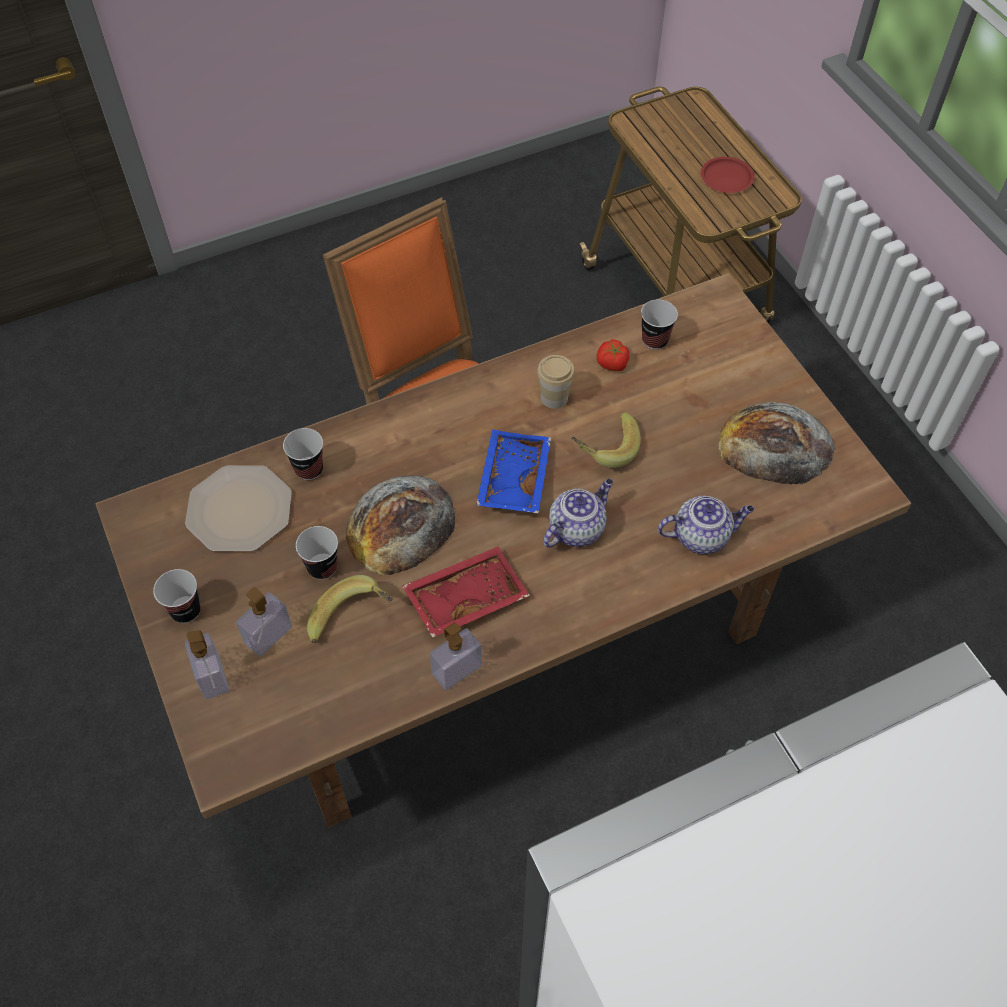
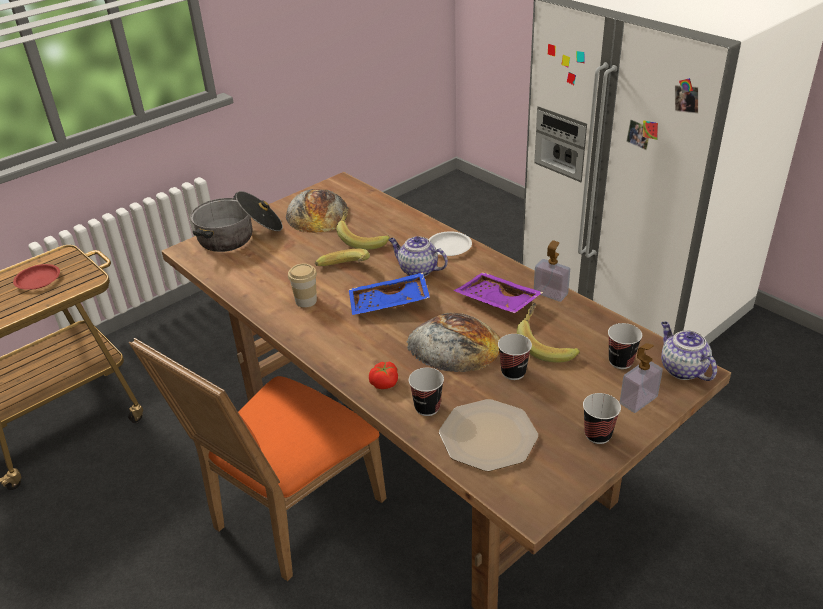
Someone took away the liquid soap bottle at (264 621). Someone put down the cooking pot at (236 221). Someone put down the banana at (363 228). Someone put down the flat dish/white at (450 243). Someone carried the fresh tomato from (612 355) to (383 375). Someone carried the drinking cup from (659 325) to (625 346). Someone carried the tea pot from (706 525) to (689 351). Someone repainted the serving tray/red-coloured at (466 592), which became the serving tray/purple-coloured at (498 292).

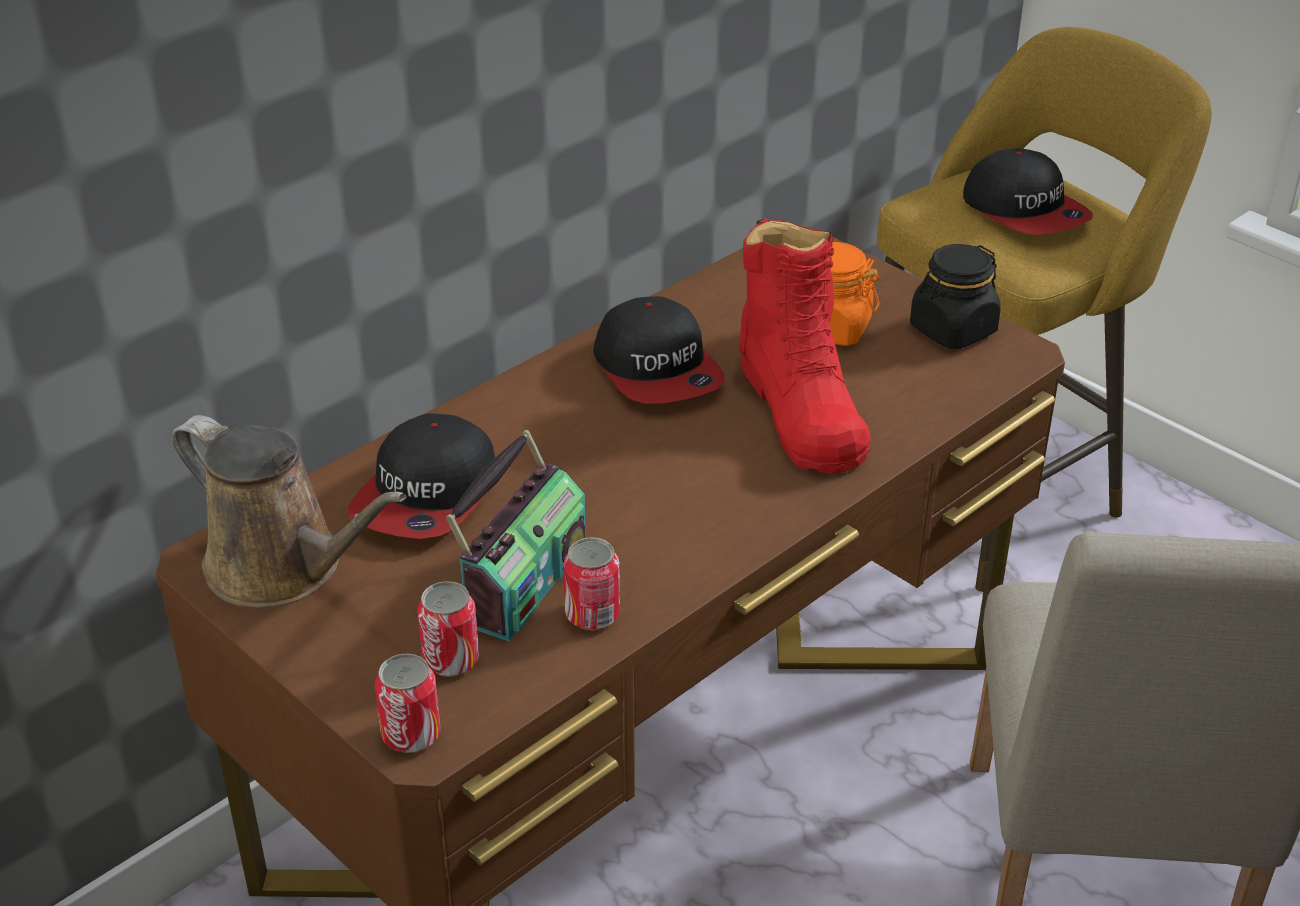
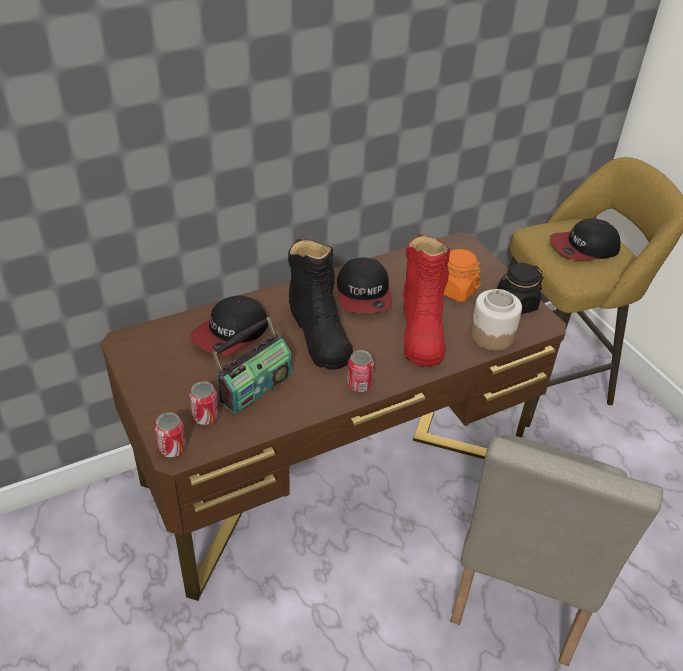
Someone took away the watering pot/brown-coloured at (289 511). Someone put down the high-top boot/blackish at (320 304). Someone put down the jar at (496 320). Someone carried the can from (591 583) to (360 371). Someone rotated the peaked cap at (1028 191) by 90 degrees clockwise.

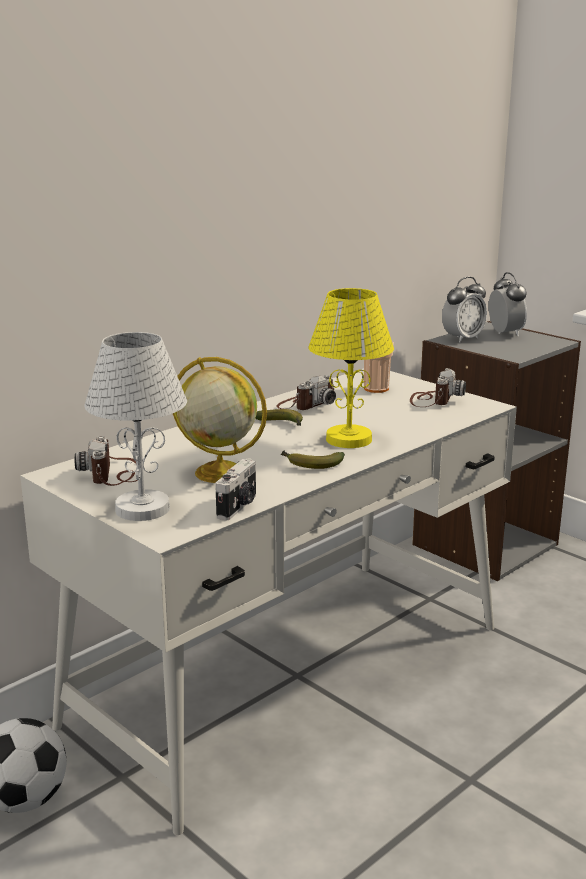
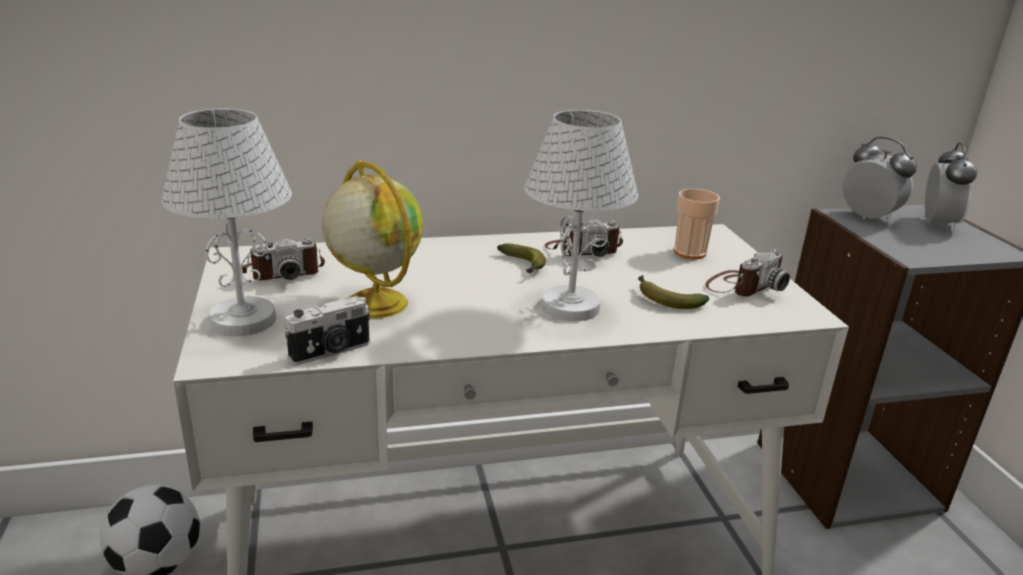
Someone carried the banana from (313 460) to (673 292). Someone repainted the tabletop lamp/yellow-coloured at (351 368), which became the tabletop lamp/white at (581 215). Someone rotated the still camera at (106 461) by 135 degrees counterclockwise. Someone rotated the alarm clock at (464 310) by 120 degrees counterclockwise.

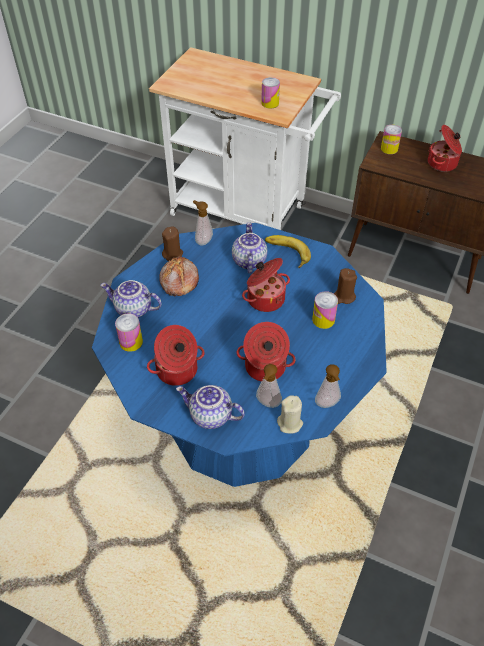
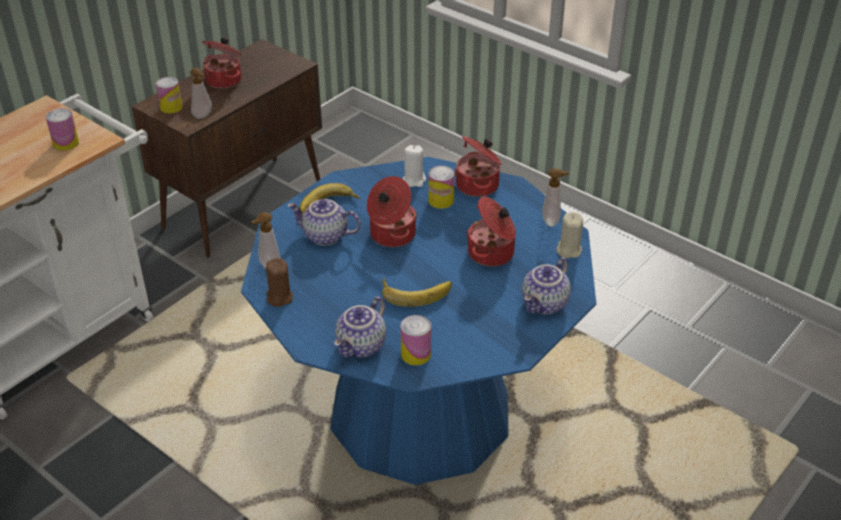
Someone took away the baked bread at (179 276). Someone put down the banana at (417 292). Someone carried the cooking pot from (176 355) to (478 166). Someone carried the liquid soap bottle from (269 386) to (201 93). Someone repainted the wax candle/brown-coloured at (345 286), which became the wax candle/white at (414 166).

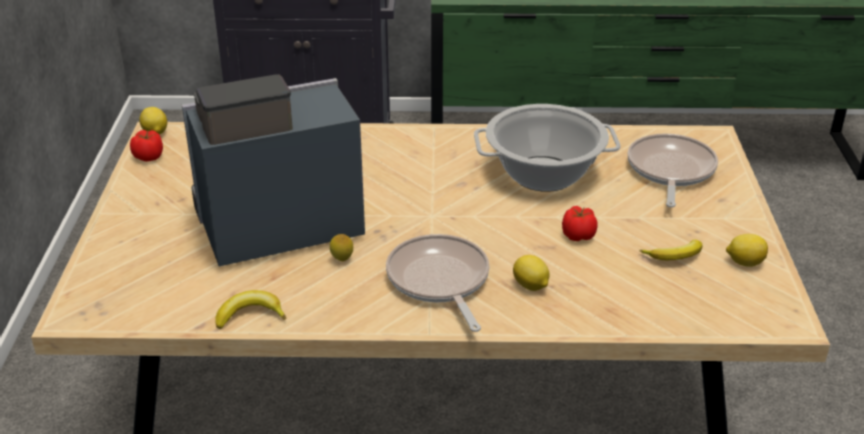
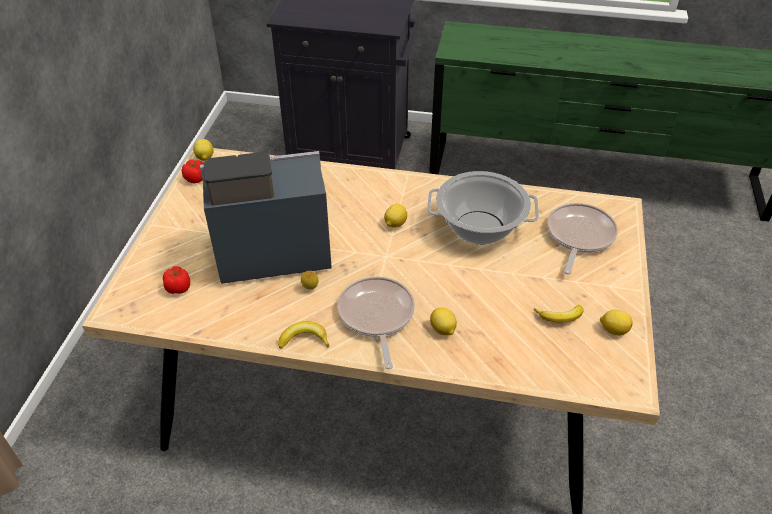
Someone put down the whole lemon at (395 216). Someone carried the banana from (250 309) to (303 335). Someone carried the fresh tomato from (580 223) to (176 280).

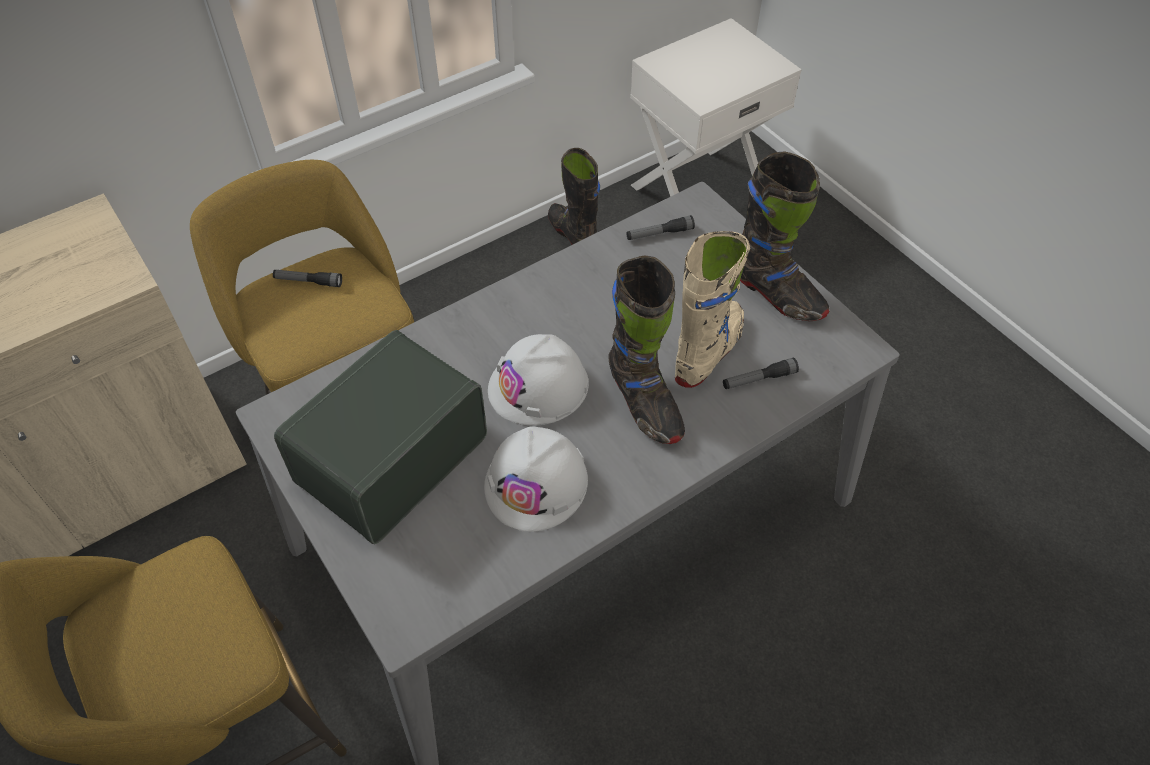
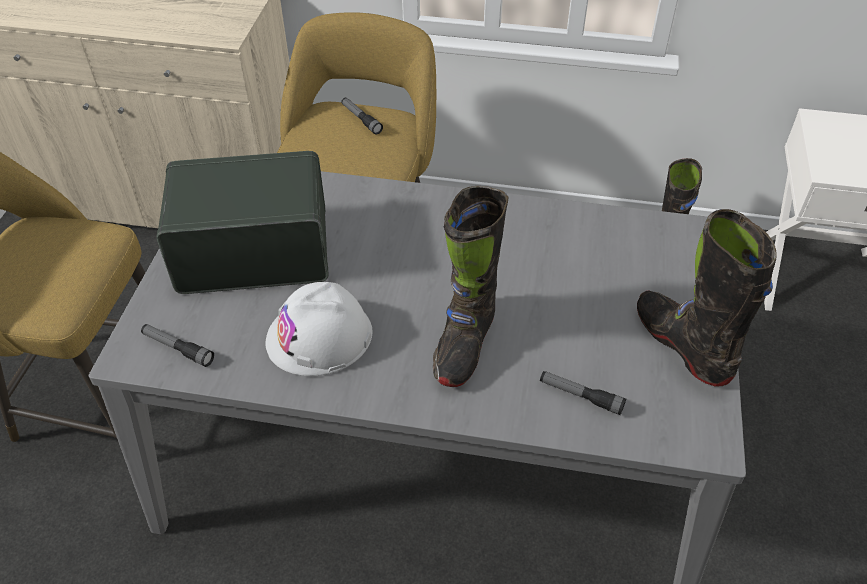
Someone took away the work helmet/white at (538 380). Someone took away the high-top boot/sand-coloured at (712 309). Someone carried the hand torch from (660 227) to (177 345). Someone rotated the high-top boot/blackish at (784 236) by 150 degrees clockwise.

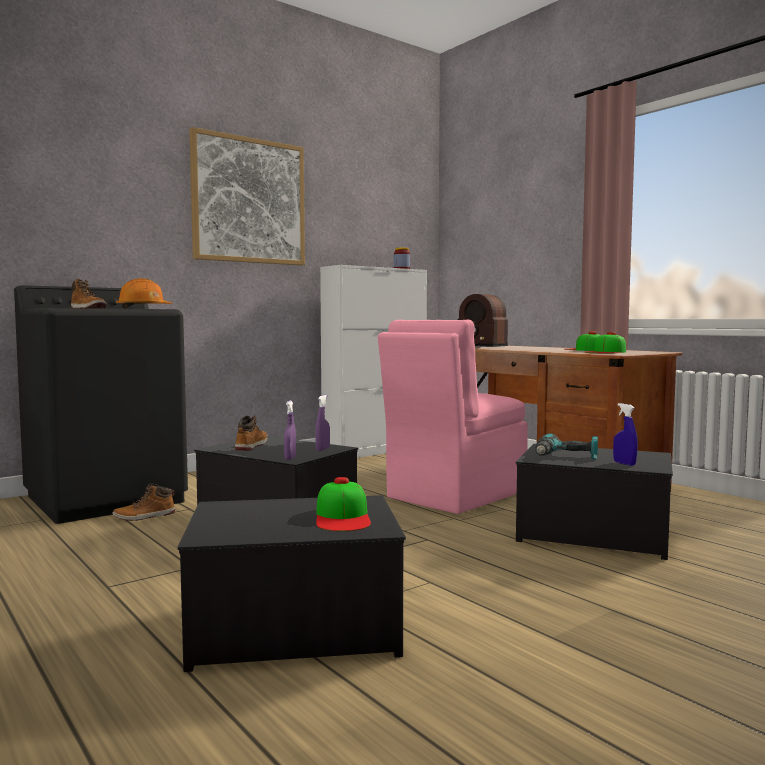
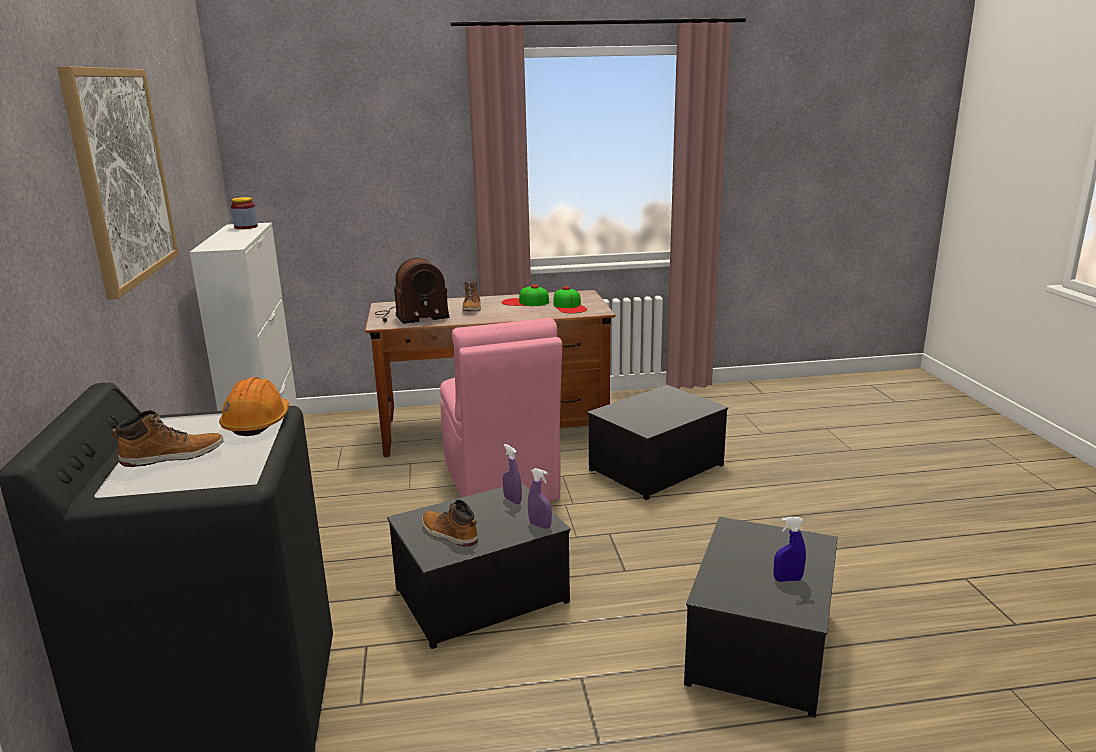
Someone took away the peaked cap at (343 504). Someone took away the electric drill at (566 446). Someone carried the high-top boot from (143 502) to (471 296). Someone carried the hand sprayer/bluish from (625 434) to (790 549).

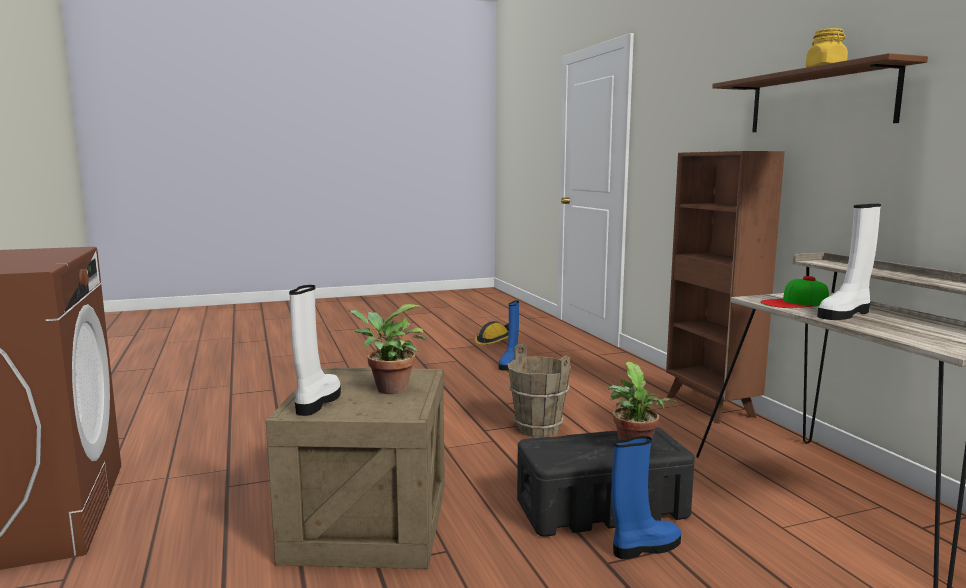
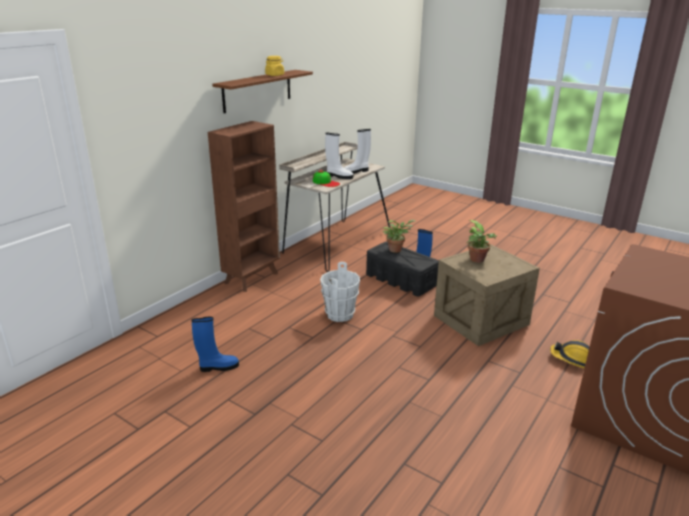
Someone carried the high-top boot/white from (315 350) to (357 151). Someone carried the work helmet from (492 333) to (570 354). Someone repainted the pail/brown-coloured at (539 390), which became the pail/white at (340 292).

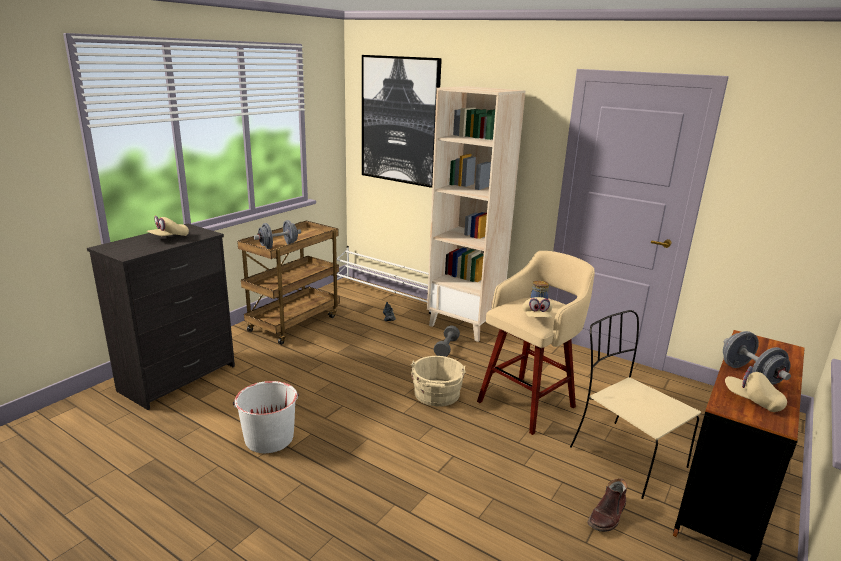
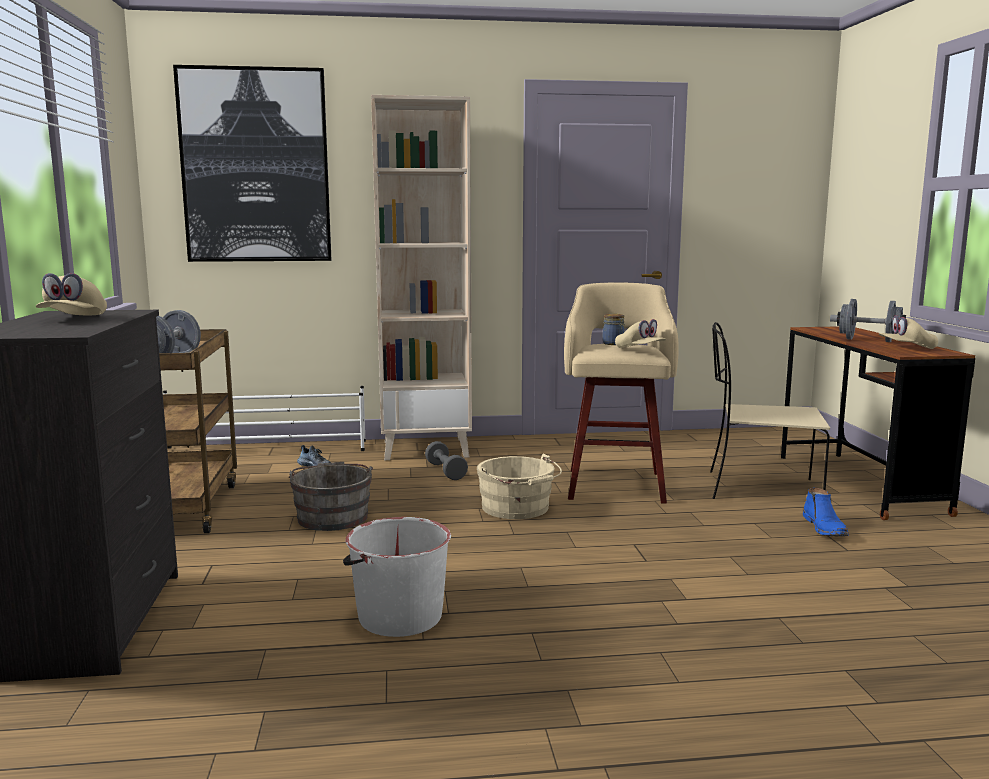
Someone put down the pail/greyish at (331 496). Someone repainted the high-top boot/brown-coloured at (607 505), which became the high-top boot/bluish at (826 511).

